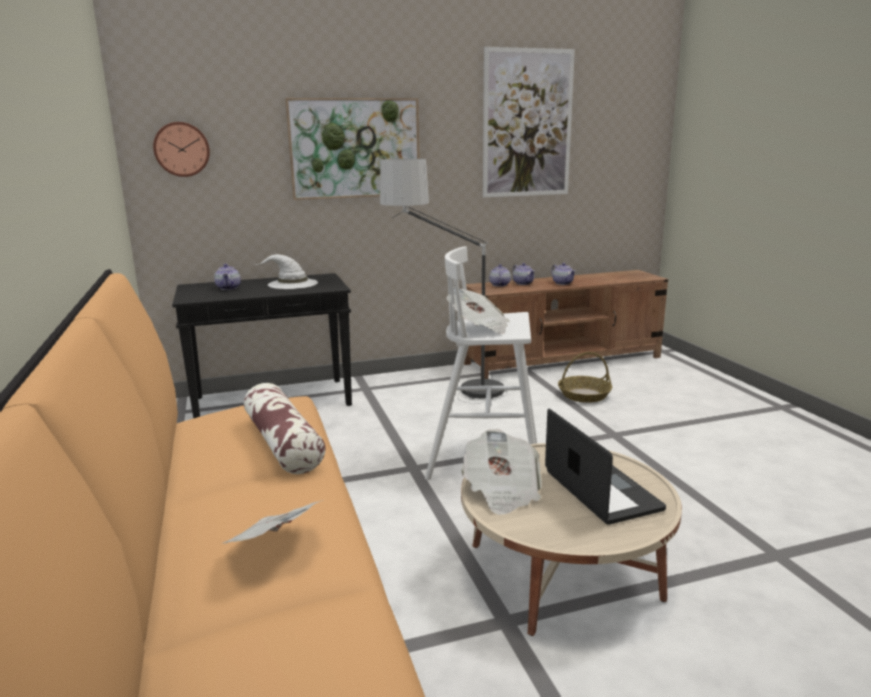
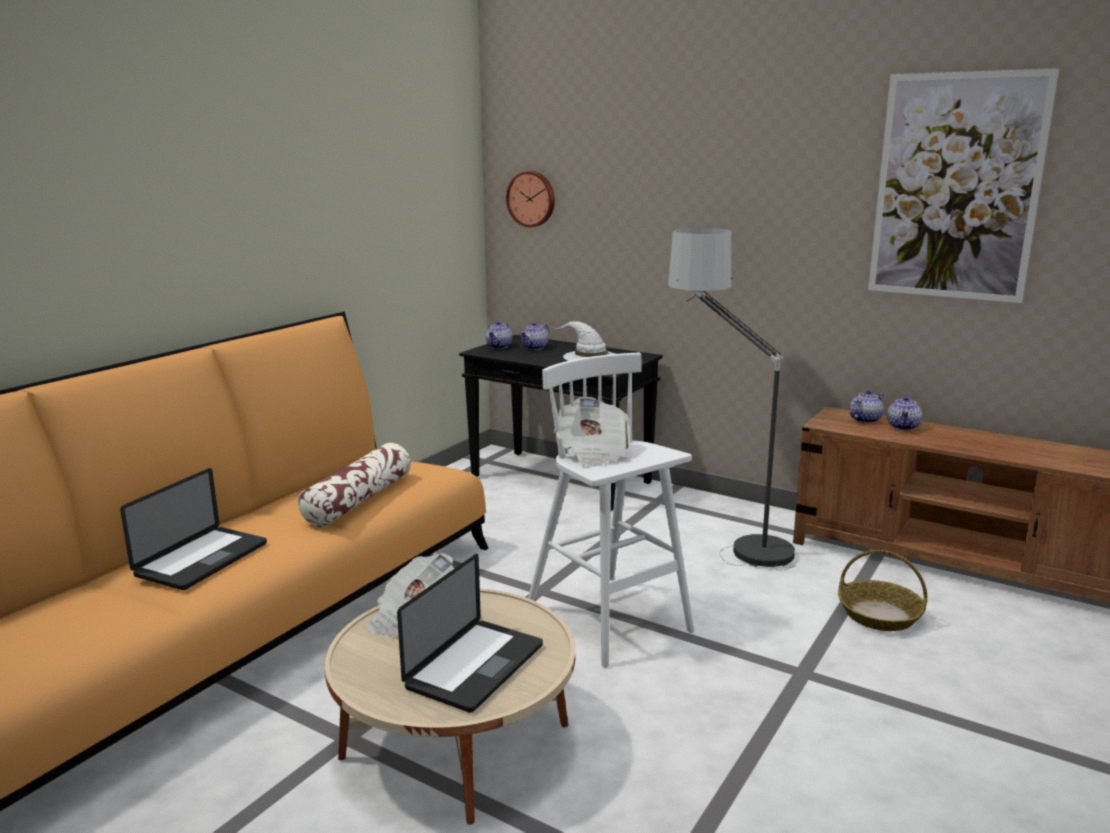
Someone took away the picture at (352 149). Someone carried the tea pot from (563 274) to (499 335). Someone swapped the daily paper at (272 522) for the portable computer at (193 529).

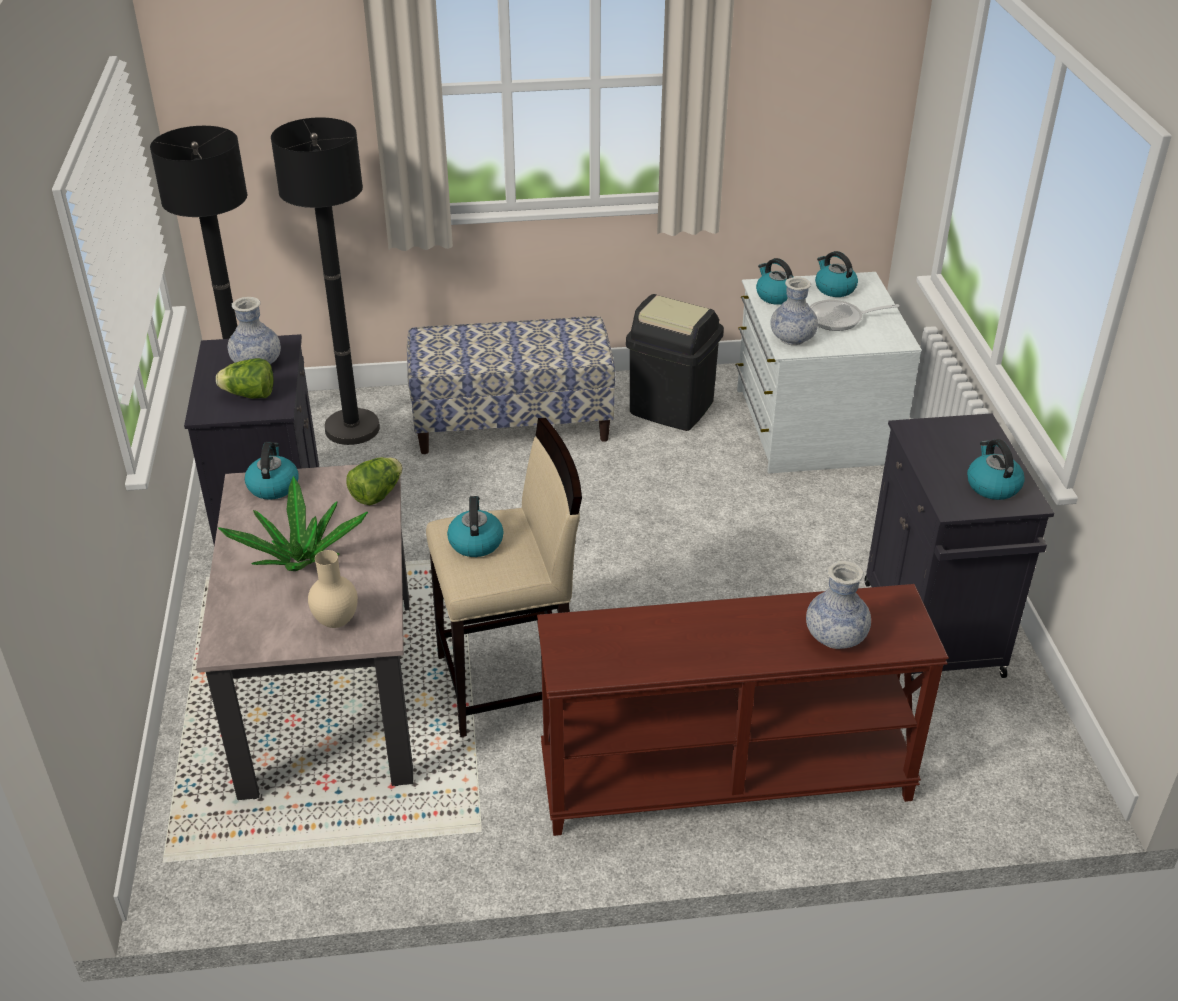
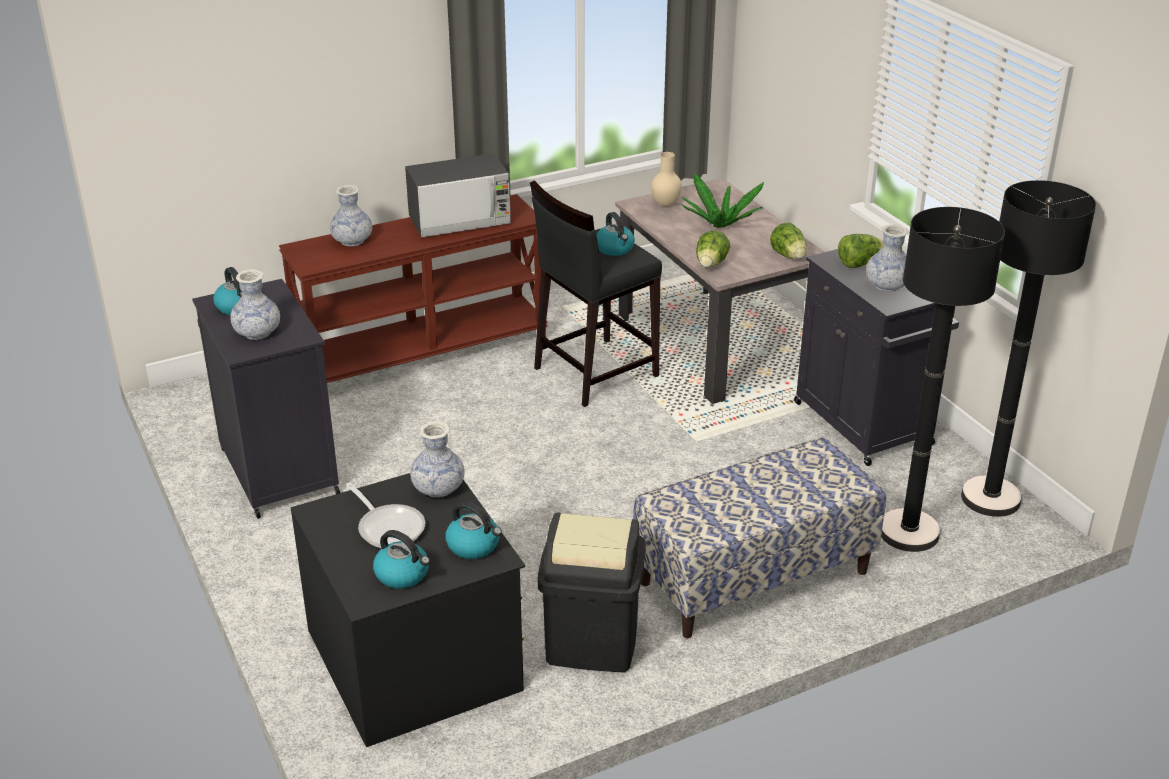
Someone put down the vase at (255 304). Someone put down the microwave oven at (458 195). Someone swapped the water kettle at (272 471) for the lettuce at (788 240). Someone repainted the stool seat/sand-coloured at (504 577), which became the stool seat/blackish at (596 293). Someone repainted the drawer chest/white at (829 372), which became the drawer chest/blackish at (408 610). Someone rotated the frying pan at (854 315) by 75 degrees clockwise.

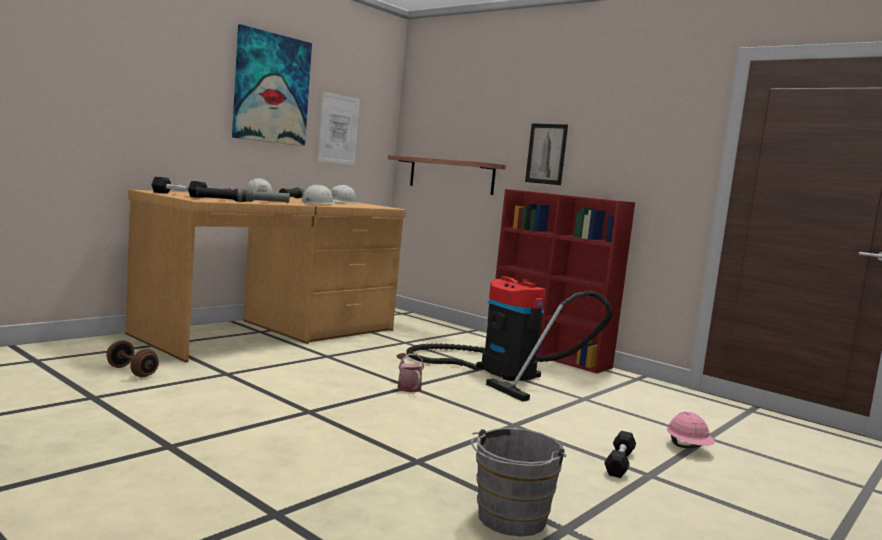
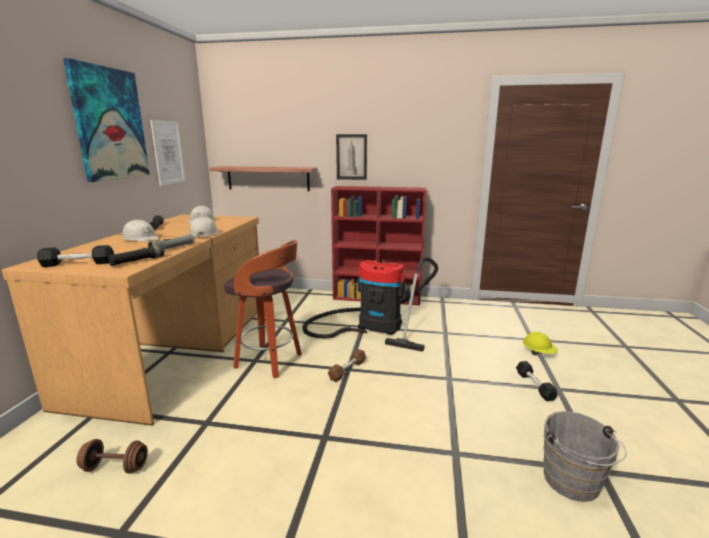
Someone put down the stool seat at (263 309). Someone swapped the watering pot at (410 372) for the dumbbell/brown-coloured at (347 365). Someone repainted the work helmet/pink-coloured at (691 430), which became the work helmet/yellow-coloured at (540 343).

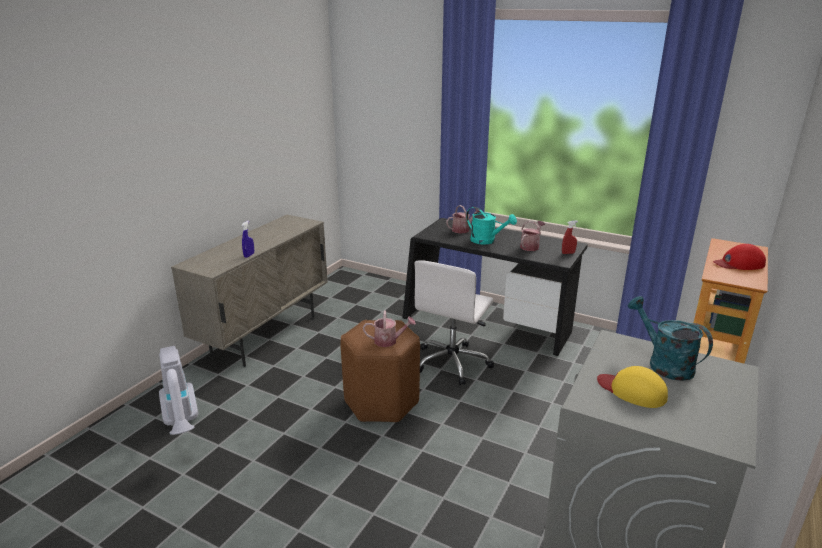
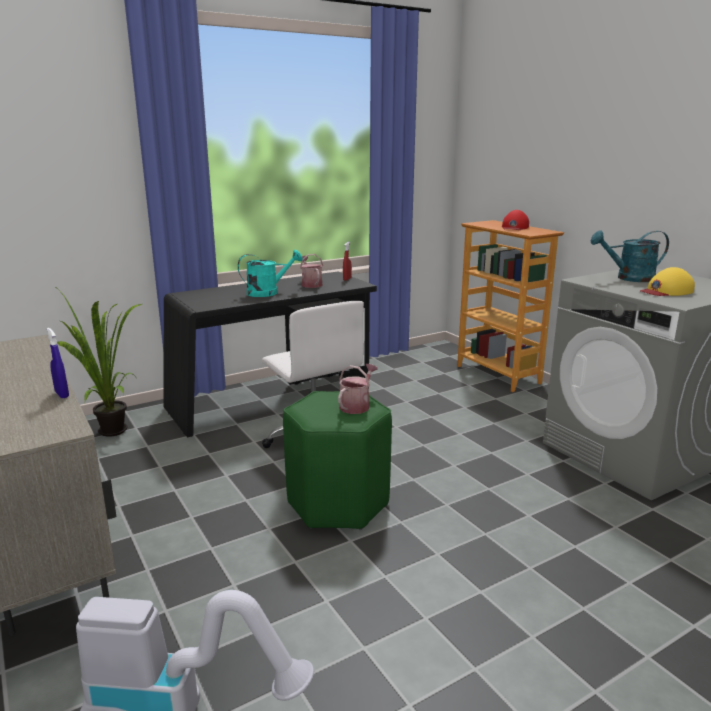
Someone took away the watering pot at (463 219). Someone put down the houseplant at (98 361). Someone repainted the stool seat/brown-coloured at (380 371), which became the stool seat/greenish at (337 460).

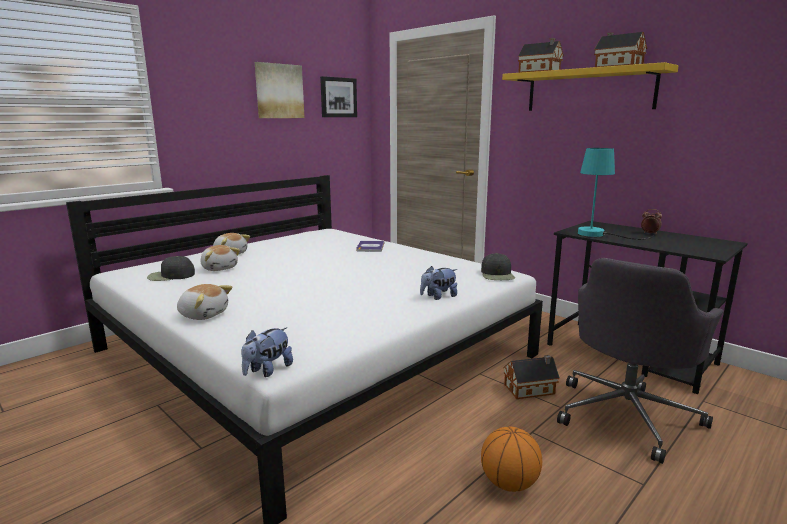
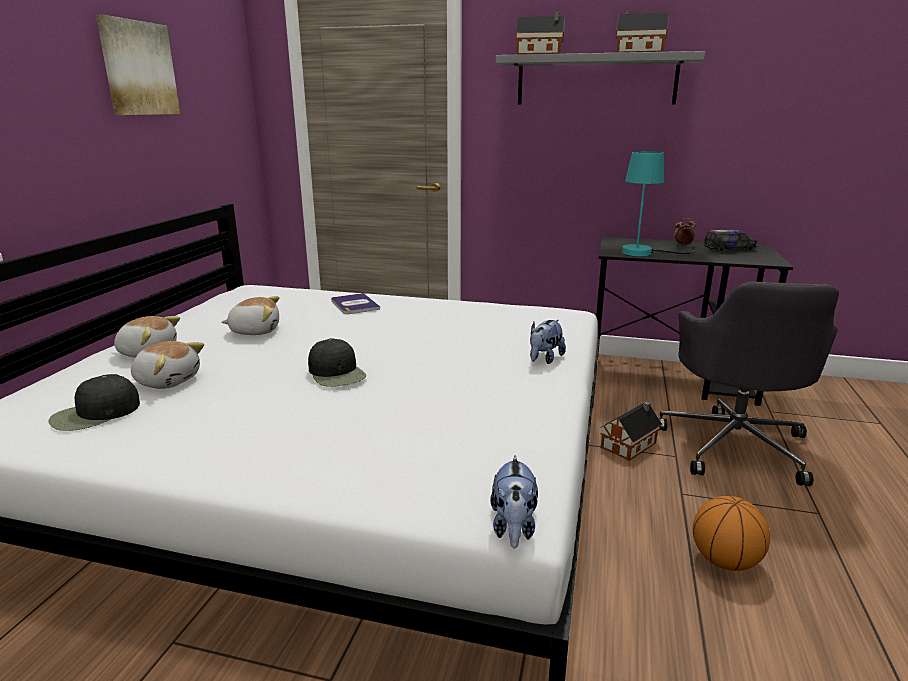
Someone took away the picture at (338 96). Someone put down the toy truck at (730 241). Someone carried the plush toy from (204 302) to (250 315). Someone carried the peaked cap/blackish from (498 266) to (337 362). Someone repainted the wall shelf/yellow-coloured at (590 86), which became the wall shelf/greyish at (600 78).

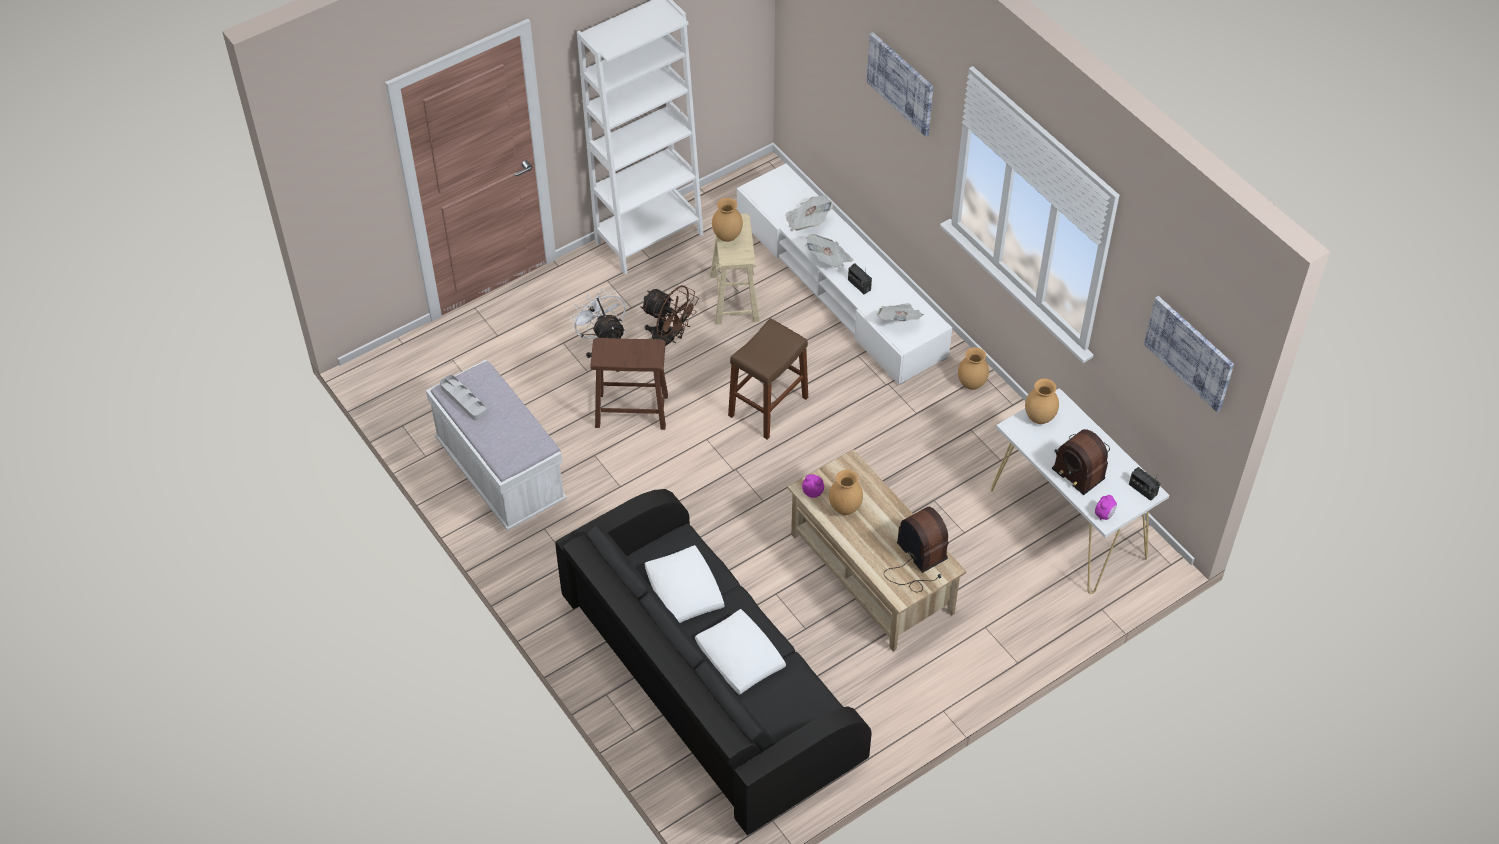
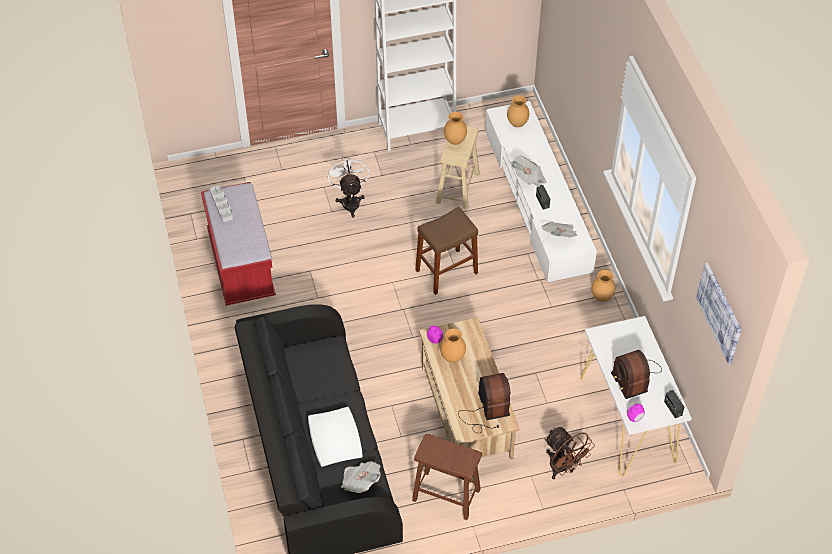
Someone took away the throw pillow/white at (684 584). Someone took away the picture at (900 84). Someone carried the stool seat/brown-coloured from (629 384) to (447 477). Someone carried the fan/brown-coloured from (669 316) to (570 453). Someone carried the daily paper from (809 213) to (361 477). Someone carried the vase/brown-coloured from (1042 401) to (518 111). Someone repainted the indoor bench/white at (496 445), which became the indoor bench/red-coloured at (238 243).

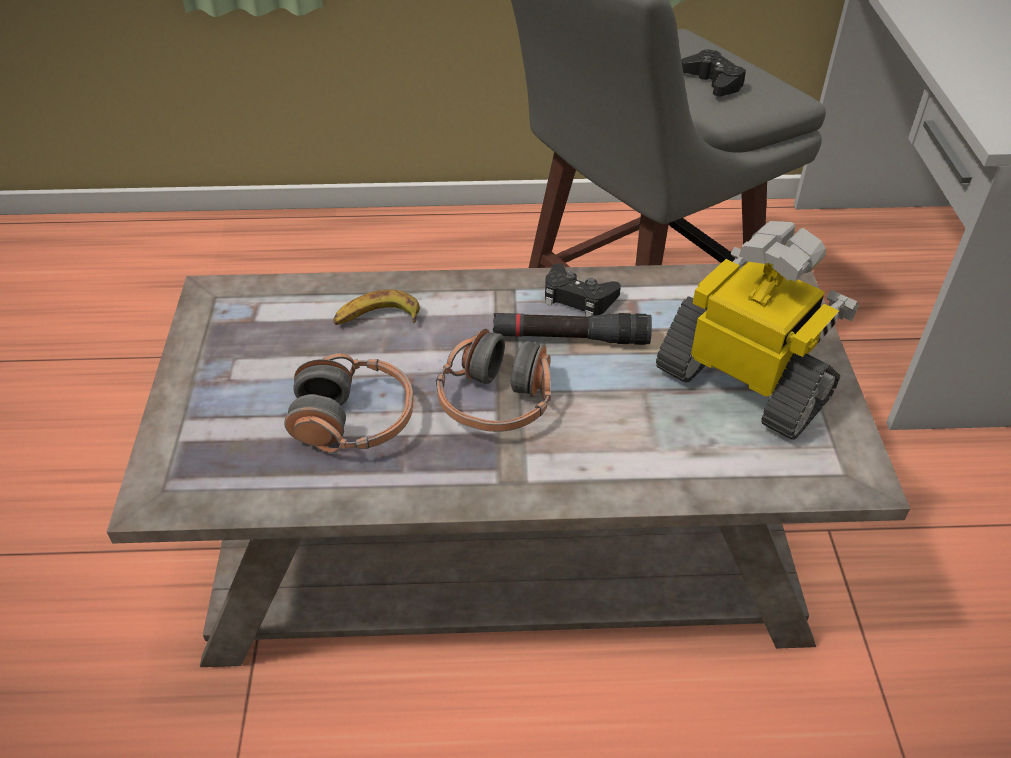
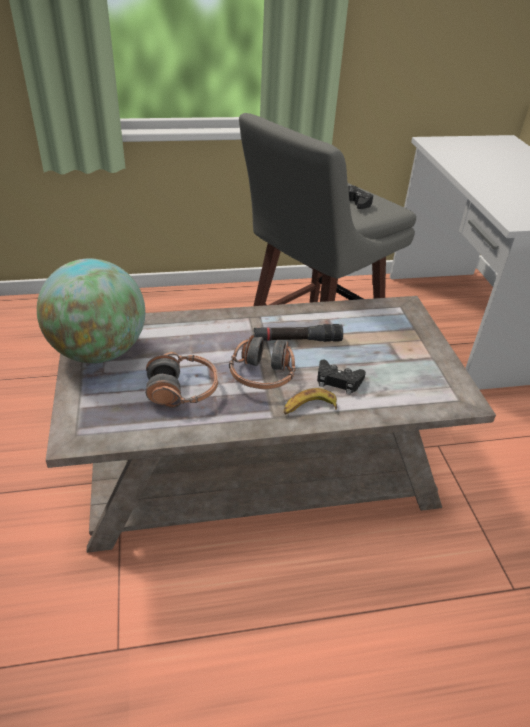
Someone took away the toy robot at (757 330). Someone put down the world globe at (91 311). Someone carried the banana from (376 307) to (310 401). Someone carried the joypad/blackish from (583 290) to (341 377).

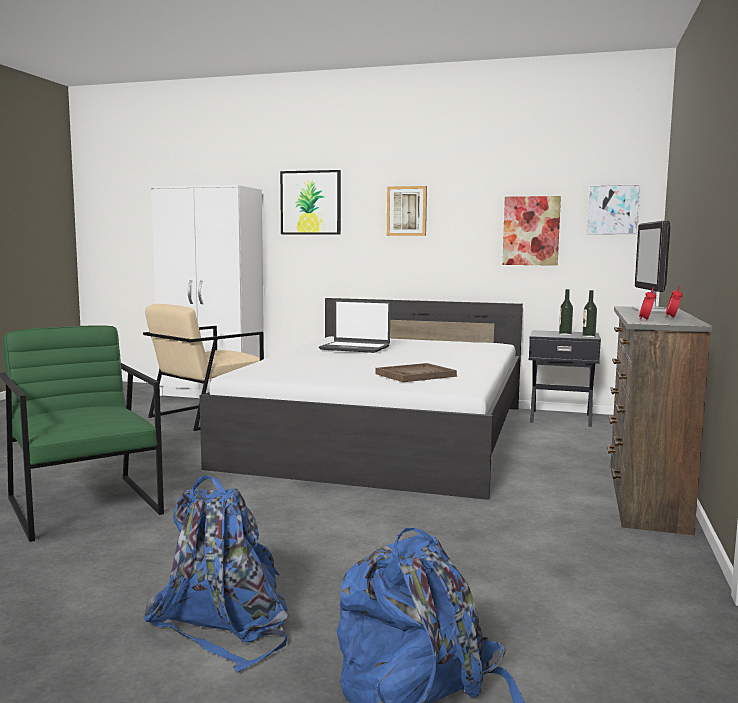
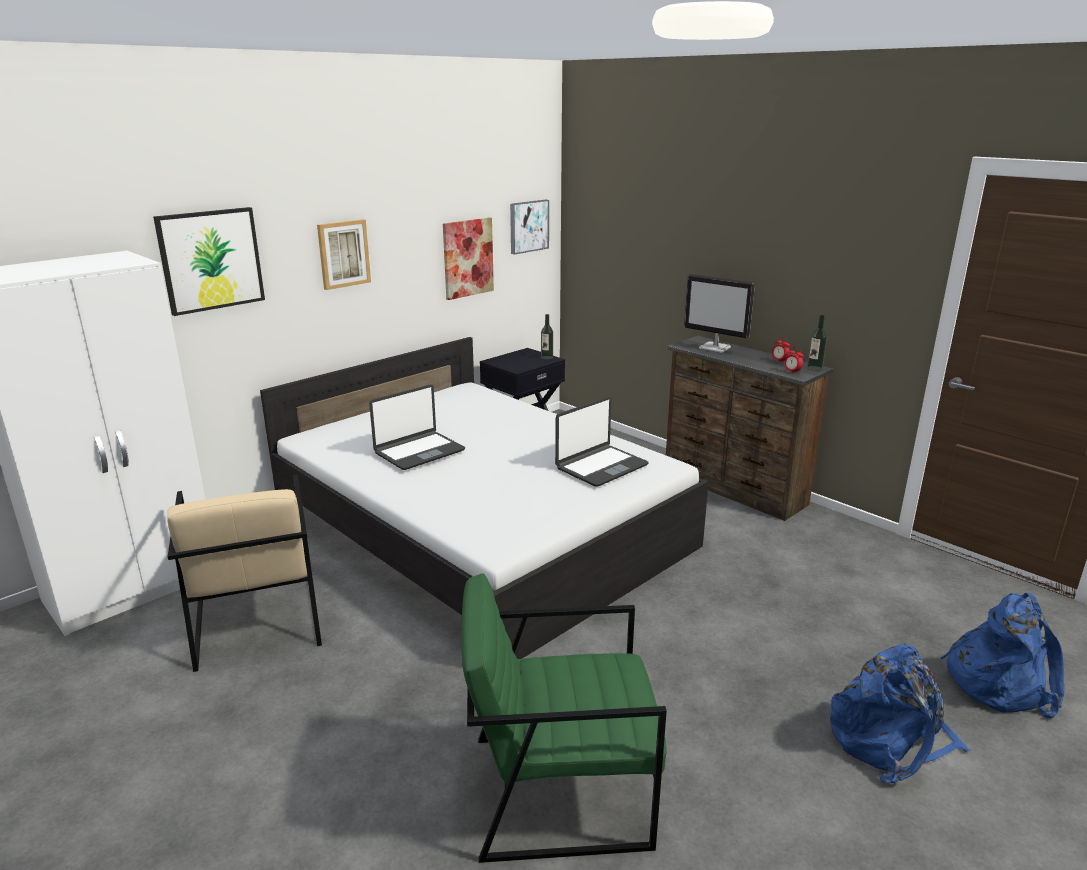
Someone carried the drink bottle from (566 312) to (817 342). Someone swapped the serving tray/brown-coloured at (416 372) for the portable computer at (602 442).

